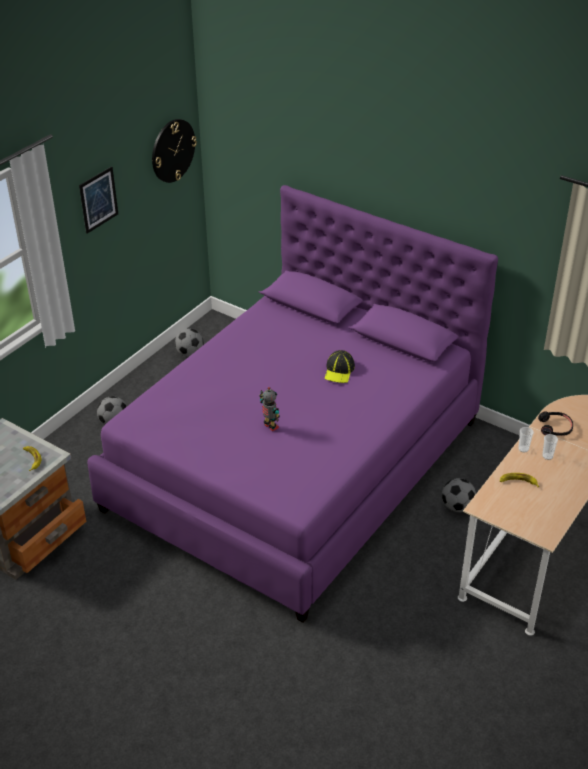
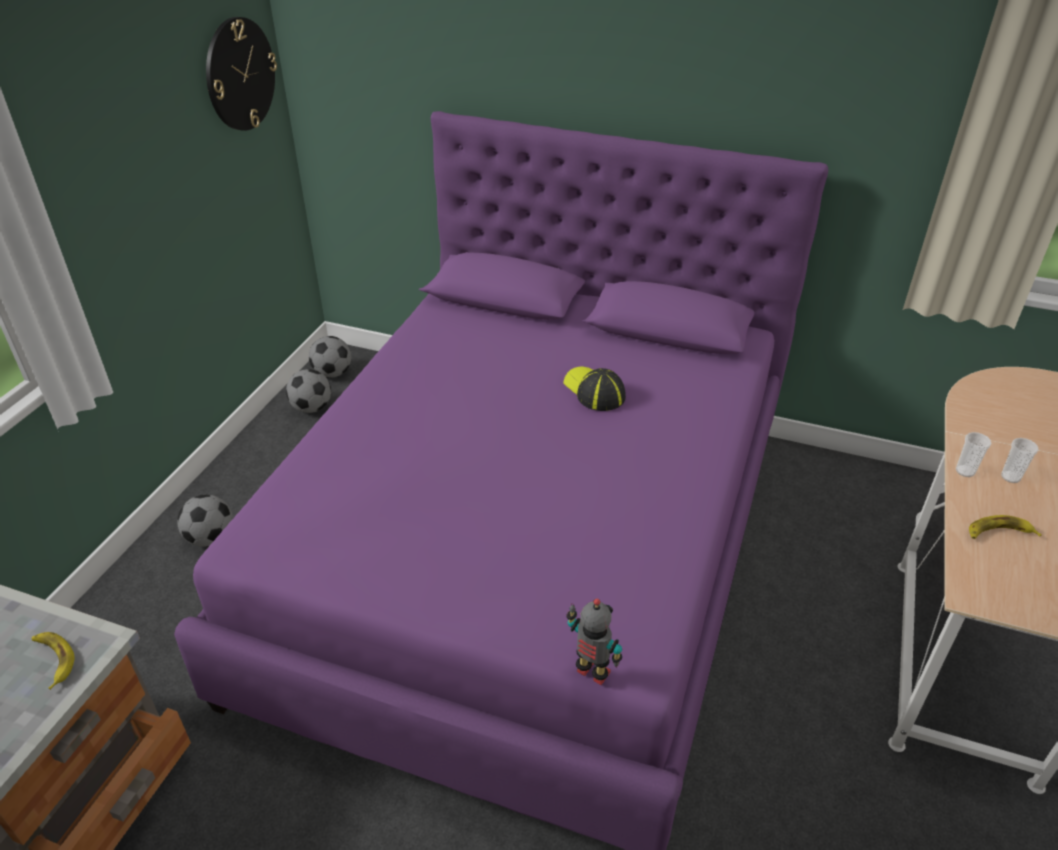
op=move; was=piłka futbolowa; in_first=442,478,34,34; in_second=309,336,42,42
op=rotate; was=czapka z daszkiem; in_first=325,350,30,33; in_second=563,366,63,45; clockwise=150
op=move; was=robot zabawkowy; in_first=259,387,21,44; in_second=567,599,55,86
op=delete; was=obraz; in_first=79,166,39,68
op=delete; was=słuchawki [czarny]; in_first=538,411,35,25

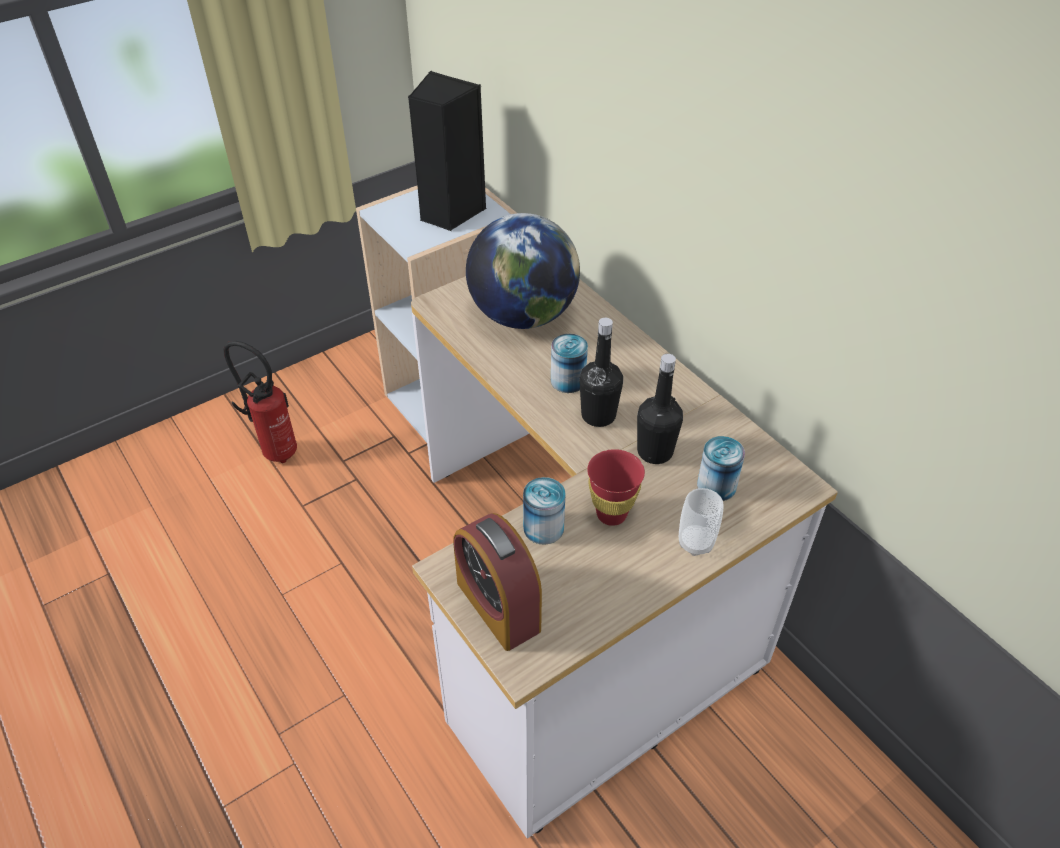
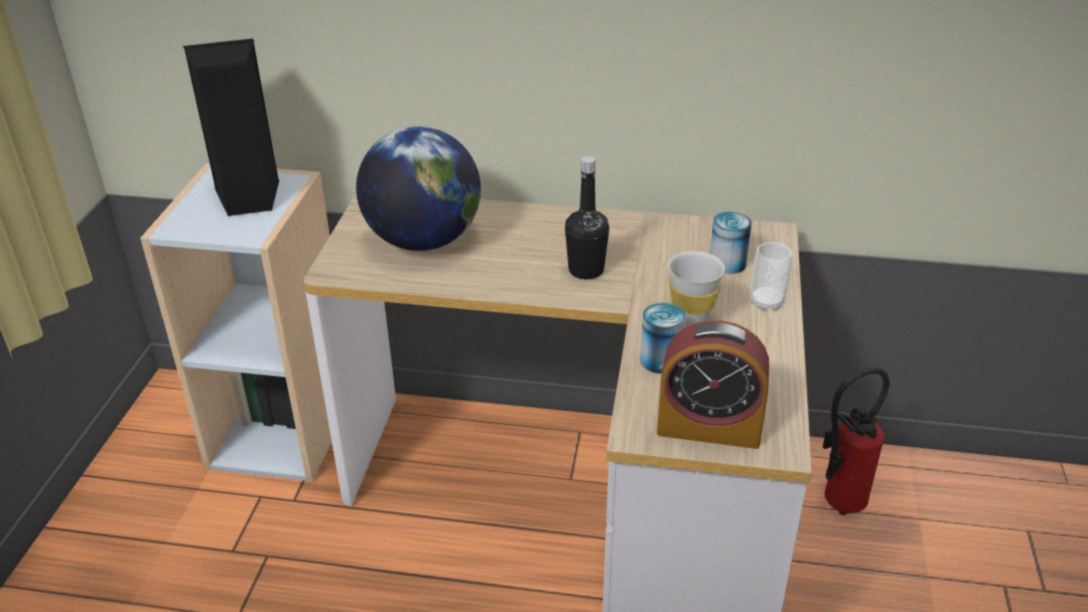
op=recolor; was=filiżanka [czerwony]; now=filiżanka [biały]; in_first=587,449,58,77; in_second=668,251,57,76
op=move; was=gaśnica; in_first=223,341,74,122; in_second=823,367,66,148
op=delete; was=puszka; in_first=551,334,37,59
op=delete; was=butelka [czarny]; in_first=637,354,46,110

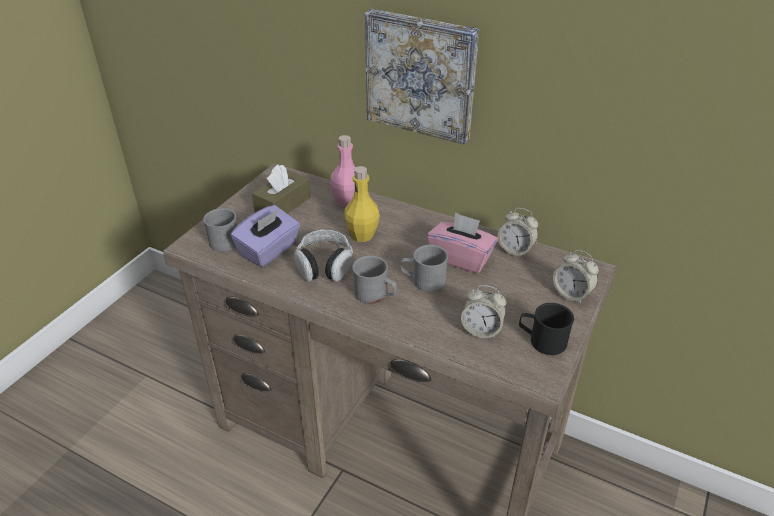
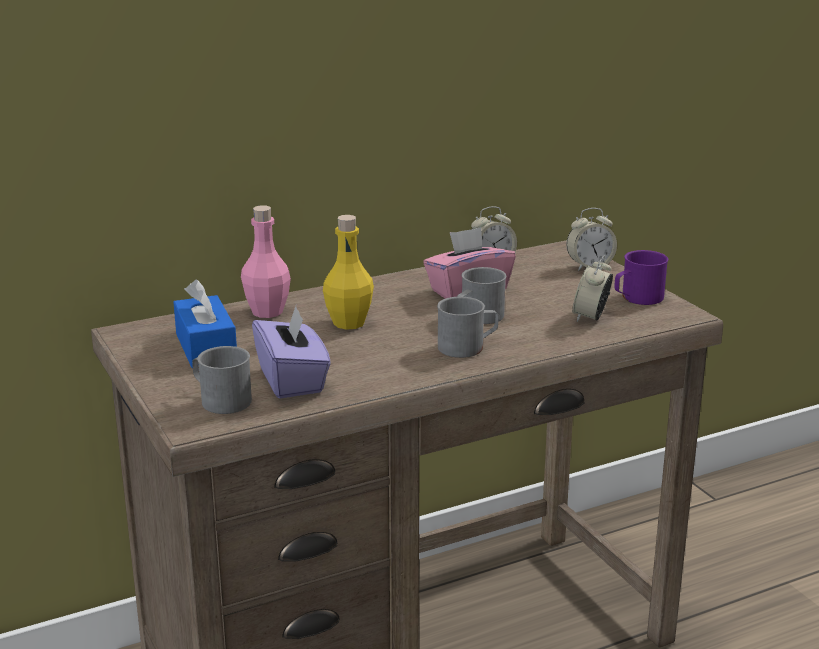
op=recolor; was=pudełko chusteczek [brązowy]; now=pudełko chusteczek [niebieski]; in_first=252,165,59,49; in_second=173,280,64,88
op=rotate; was=budzik; in_first=461,285,45,53; in_second=572,255,41,67; clockwise=150
op=recolor; was=kubek [czarny]; now=kubek [fioletowy]; in_first=519,303,55,52; in_second=614,250,54,55
op=delete; was=słuchawki; in_first=294,230,59,52
op=delete; was=obraz; in_first=365,9,114,136

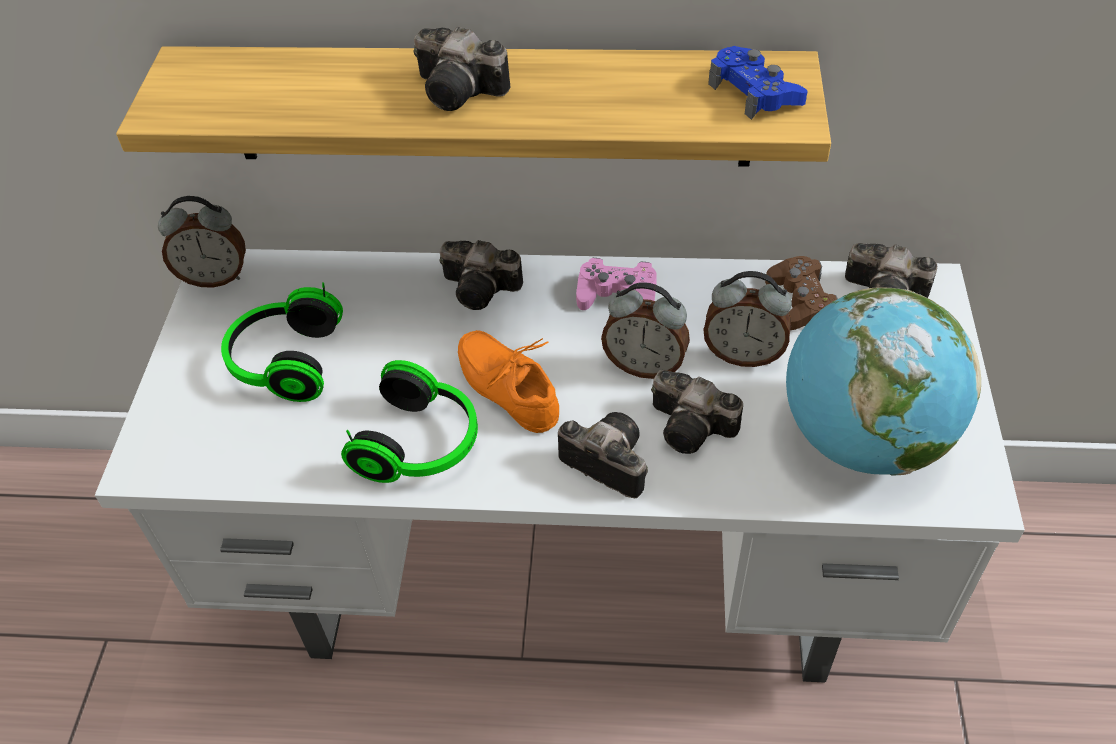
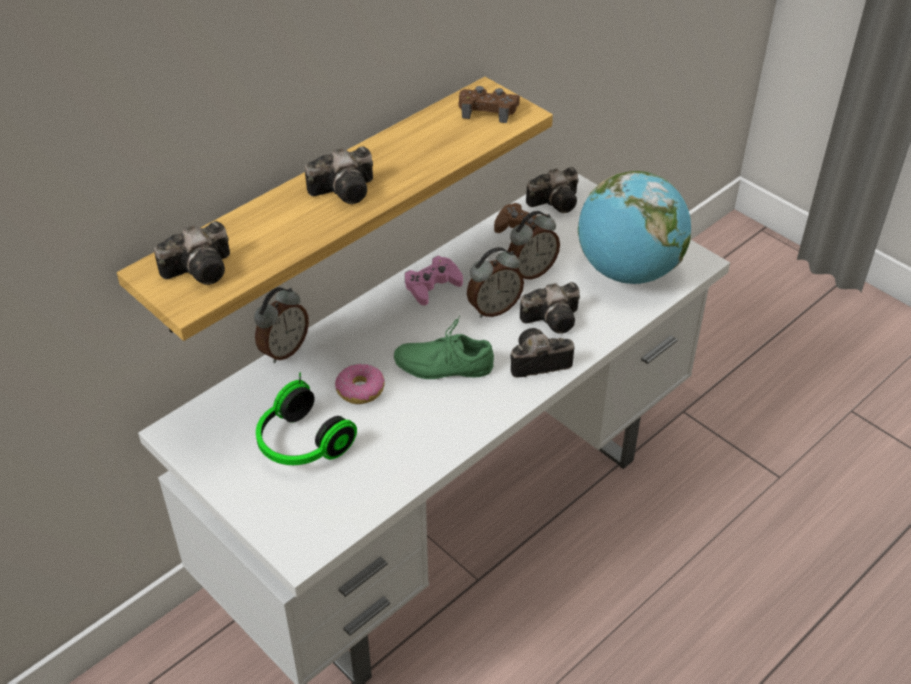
op=move; was=aparat fotograficzny; in_first=439,240,84,70; in_second=154,221,76,64
op=move; was=budzik; in_first=158,196,88,92; in_second=254,287,55,76
op=insert; now=donut; in_second=335,364,50,40
op=recolor; was=but [pomarańczowy]; now=but [zielony]; in_first=458,330,101,103; in_second=394,316,100,63
op=recolor; was=pad do gier [niebieski]; now=pad do gier [brązowy]; in_first=708,46,99,74; in_second=459,86,61,37
op=delete; was=słuchawki; in_first=341,360,137,123

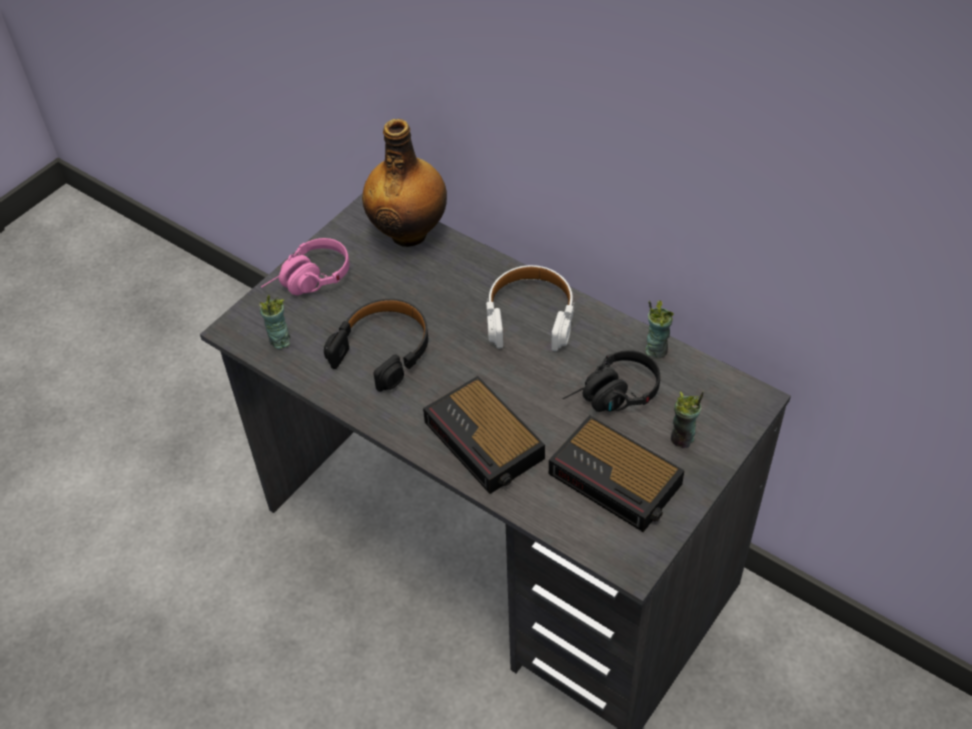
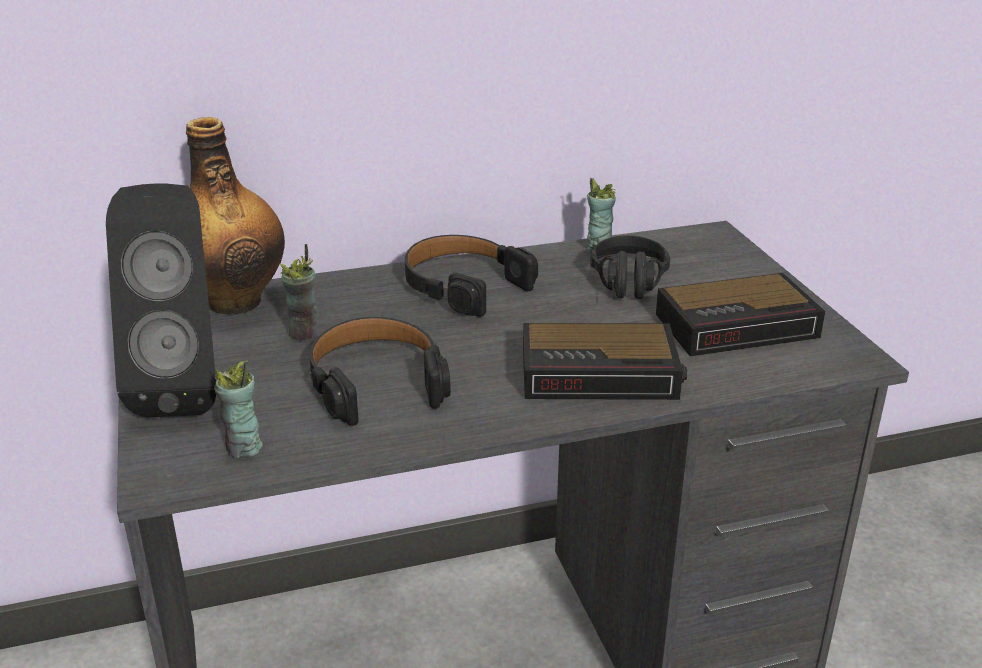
op=replace; was=słuchawki [różowy]; now=głośnik [czarny]; in_first=261,238,88,57; in_second=106,183,110,235
op=move; was=filiżanka; in_first=671,391,33,57; in_second=279,244,39,97
op=recolor; was=słuchawki [biały]; now=słuchawki [czarny]; in_first=486,265,88,86; in_second=405,235,133,82

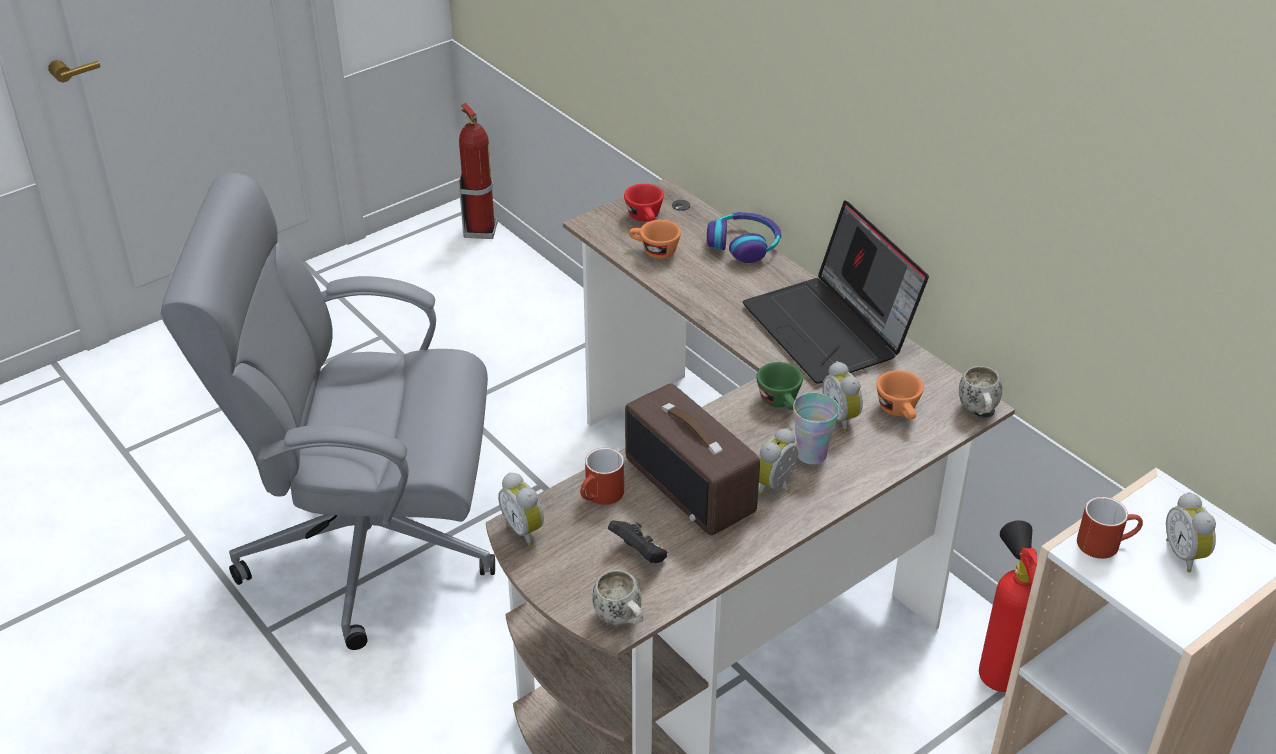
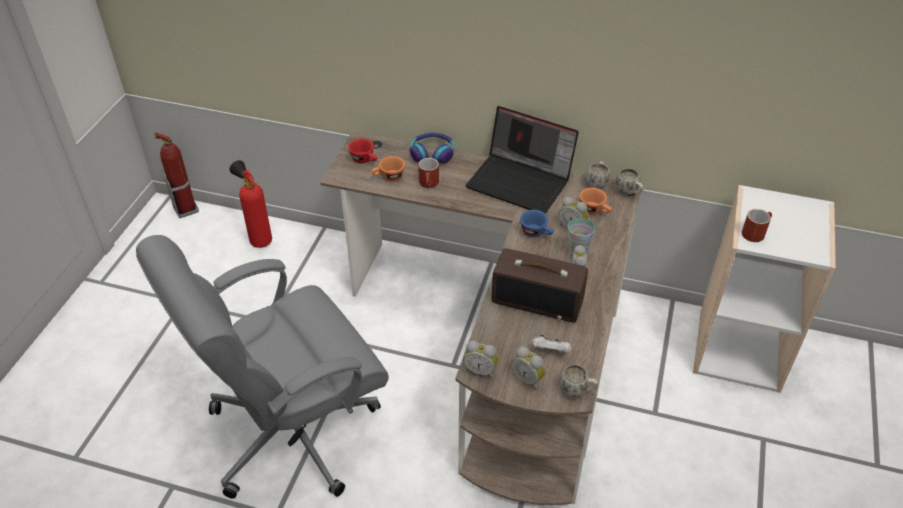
op=move; was=gaśnica; in_first=979,520,58,172; in_second=230,160,42,88
op=move; was=kubek [czerwony]; in_first=580,448,44,57; in_second=418,158,21,30
op=move; was=budzik; in_first=1166,492,50,81; in_second=512,346,34,44
op=recolor; was=filiżanka [zielony]; now=filiżanka [niebieski]; in_first=756,362,47,48; in_second=520,210,34,27
op=recolor; was=pad do gier [czarny]; now=pad do gier [biały]; in_first=608,520,59,43; in_second=532,335,39,18
op=insert; now=kubek [biały]; in_second=585,161,25,28

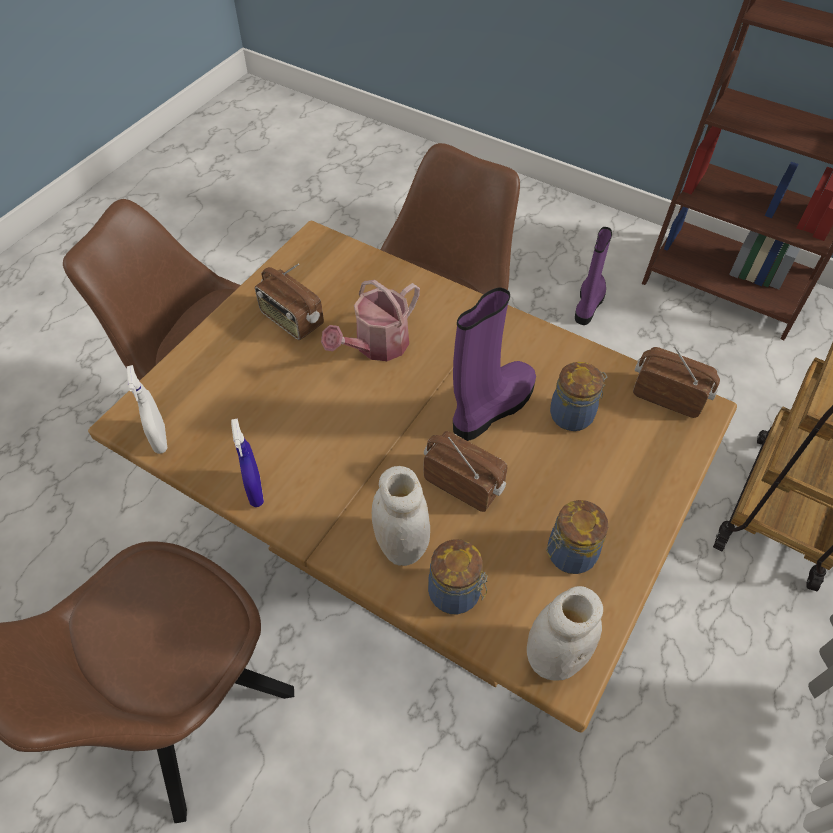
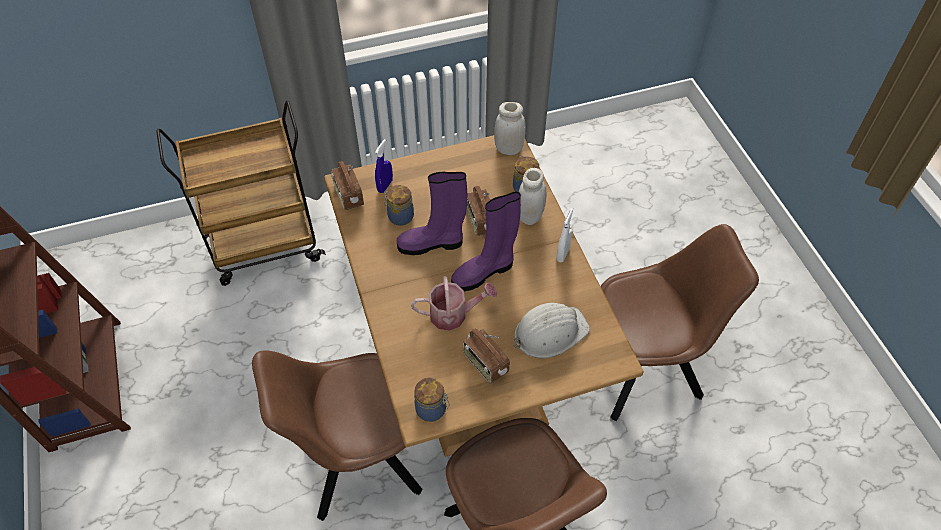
op=move; was=spryskiwacz [niebieski]; in_first=231,418,33,89; in_second=375,139,18,54
op=move; was=słoik; in_first=546,500,62,74; in_second=414,377,35,45
op=move; was=but z cholewką [fioletowy]; in_first=575,227,37,98; in_second=451,191,70,100
op=rotate; was=radio; in_first=255,263,69,77; in_second=463,329,47,55; clockwise=150
op=insert; now=kask [biały]; in_second=513,303,77,55
op=move; was=spryskiwacz [biały]; in_first=127,365,40,89; in_second=556,208,17,54

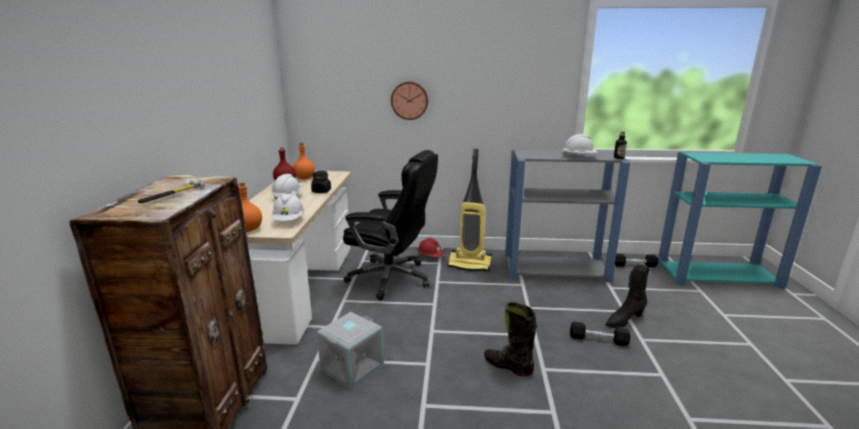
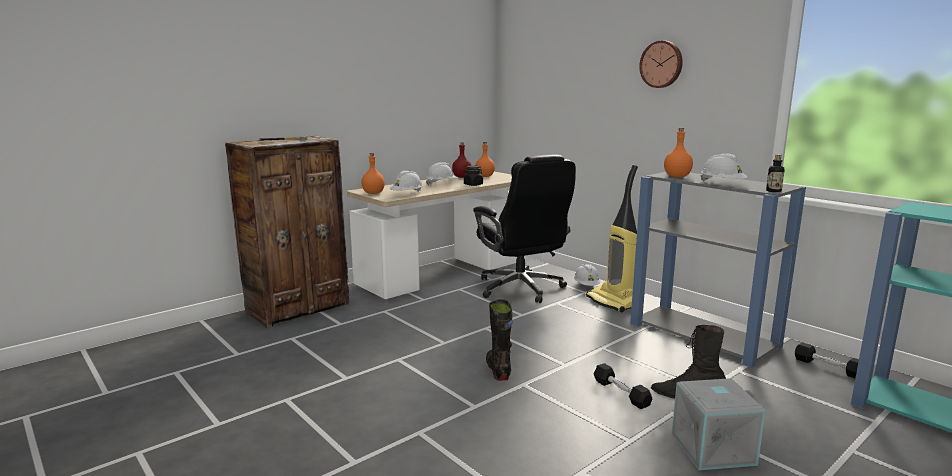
op=recolor; was=kask [czerwony]; now=kask [biały]; in_first=418,238,27,19; in_second=574,264,26,22
op=move; was=zegar ścienny; in_first=391,82,37,38; in_second=639,41,44,47
op=insert; now=butelka [pomarańczowy]; in_second=664,128,29,49
op=move; was=pojemnik do przechowywania [szary]; in_first=317,312,67,77; in_second=672,378,94,92

